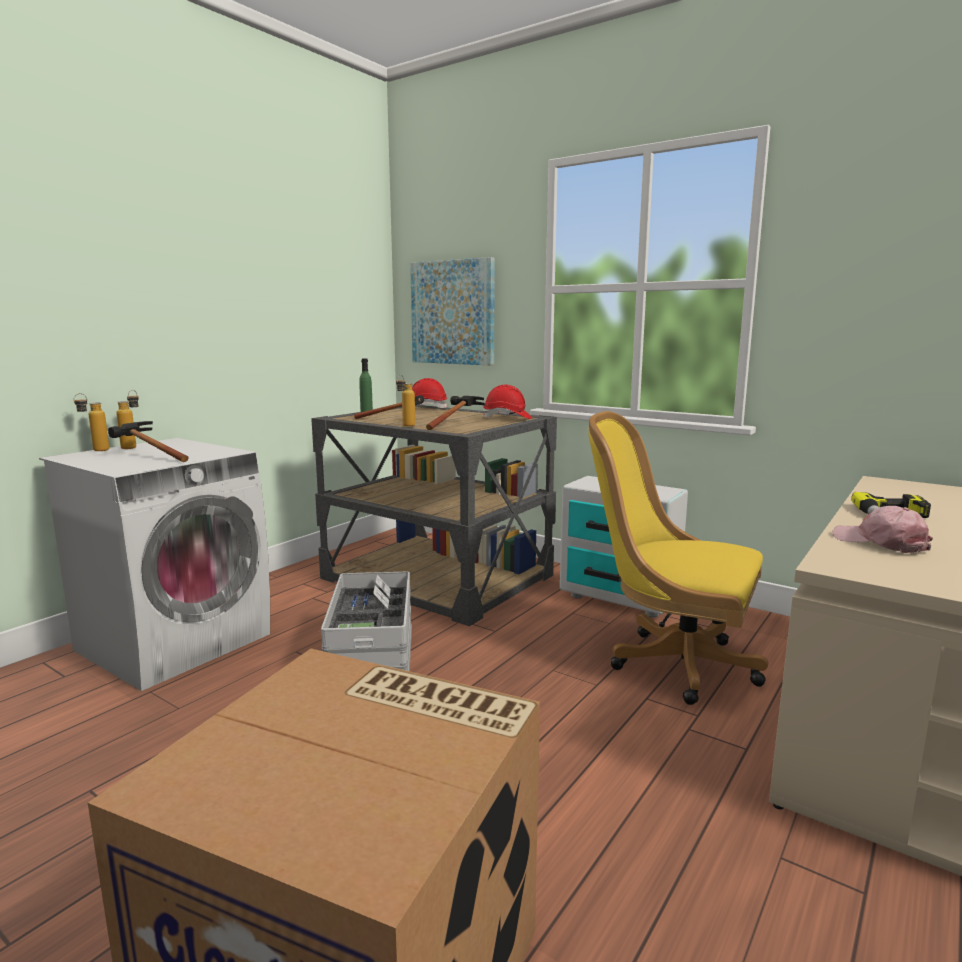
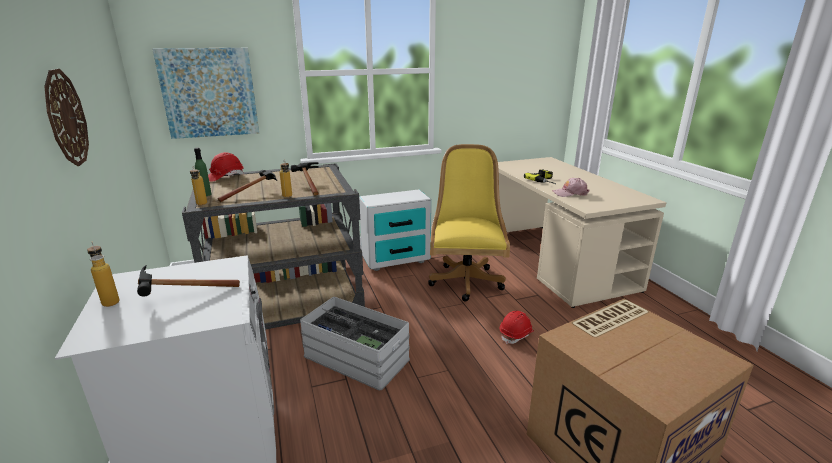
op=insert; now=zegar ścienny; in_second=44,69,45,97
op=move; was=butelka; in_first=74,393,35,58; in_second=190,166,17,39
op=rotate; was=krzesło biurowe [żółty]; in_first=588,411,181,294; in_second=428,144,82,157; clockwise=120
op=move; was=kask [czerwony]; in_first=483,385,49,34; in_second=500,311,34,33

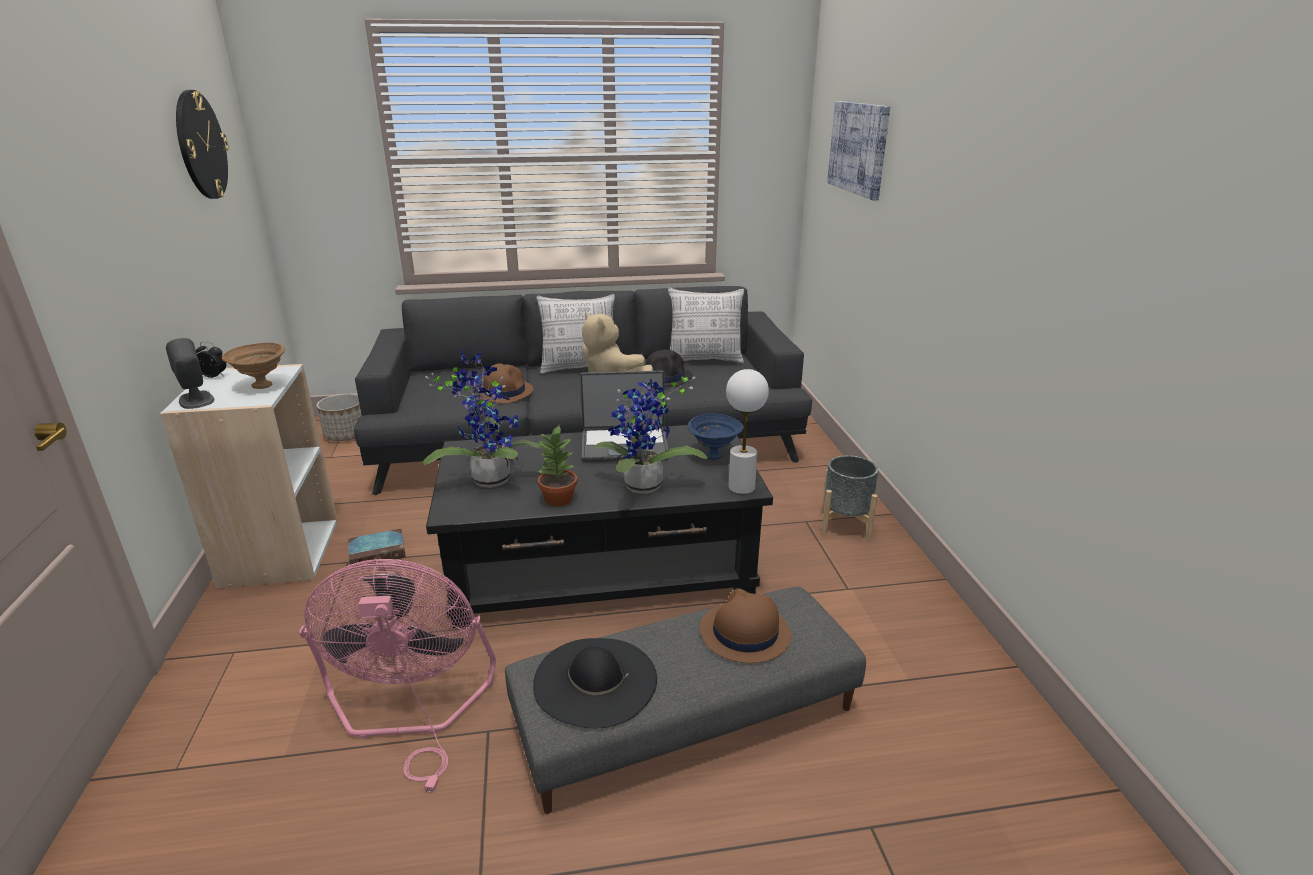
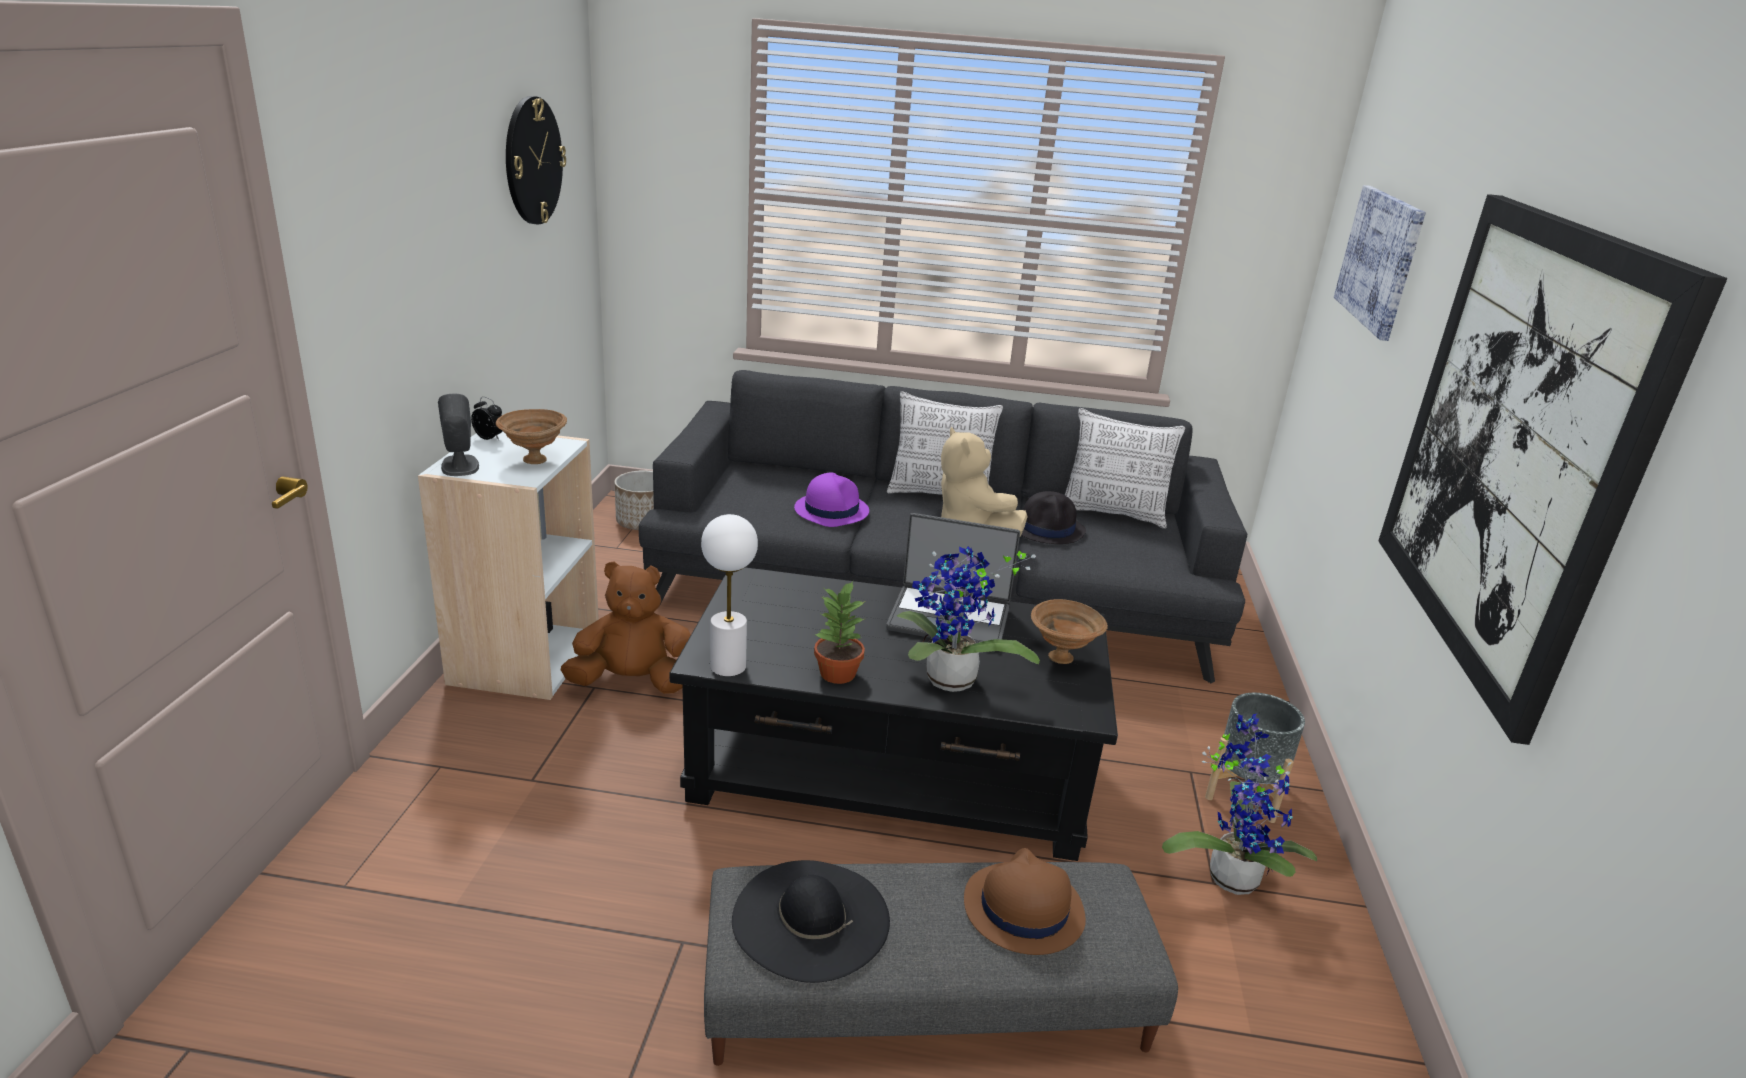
op=replace; was=książka; now=pluszak [brązowy]; in_first=348,528,58,39; in_second=561,561,130,133
op=move; was=lampa stołowa [biały]; in_first=726,369,43,125; in_second=701,514,57,163
op=recolor; was=kapelusz [brązowy]; now=kapelusz [fioletowy]; in_first=475,363,58,41; in_second=794,473,75,54
op=recolor; was=miska [niebieski]; now=miska [brązowy]; in_first=688,413,56,47; in_second=1031,599,77,65
op=move; was=roślina doniczkowa; in_first=423,350,119,138; in_second=1162,714,155,181
op=insert; now=obraz; in_second=1378,194,349,551
op=delete; was=wentylator [różowy]; in_first=299,559,197,234

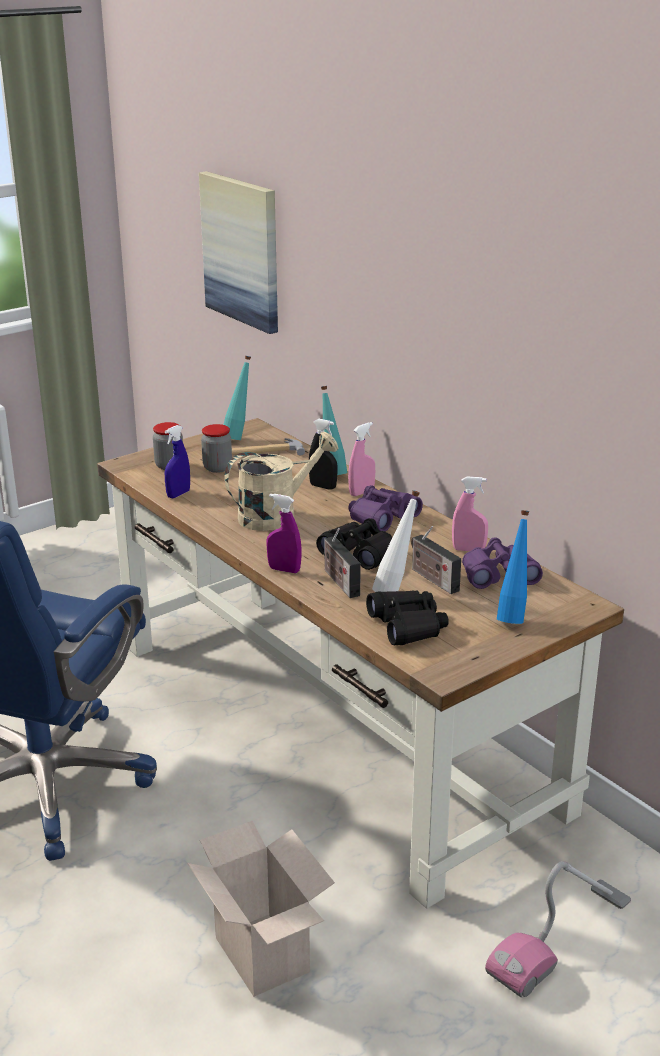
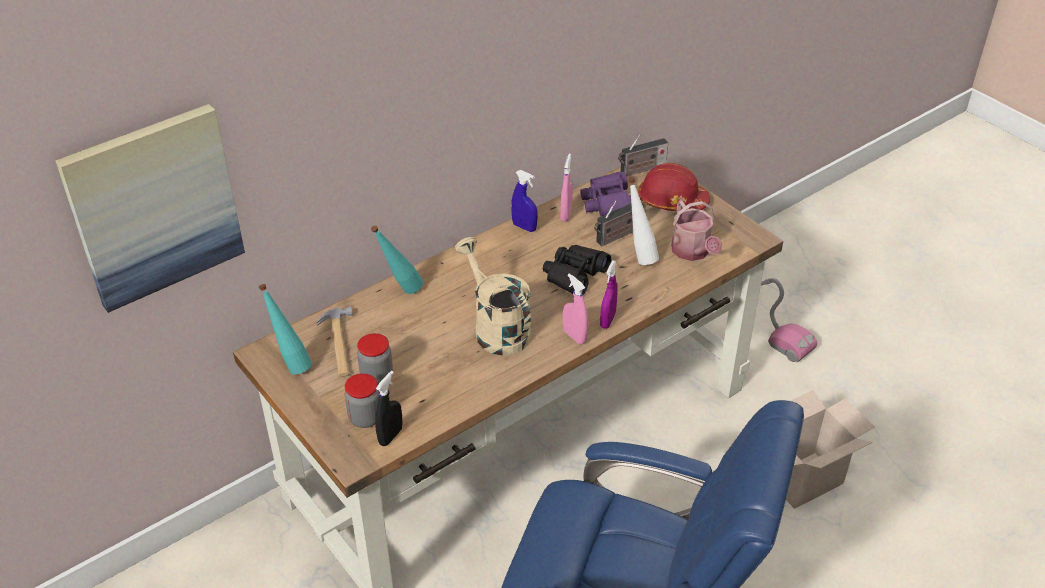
op=move; was=spryskiwacz [czarny]; in_first=309,418,29,71; in_second=375,371,27,75
op=move; was=spryskiwacz [niebieski]; in_first=165,425,25,73; in_second=511,170,27,62
op=move; was=spryskiwacz [różowy]; in_first=348,422,27,74; in_second=563,274,25,70
op=move; was=radio; in_first=325,528,36,70; in_second=618,134,50,42
op=replace; was=butelka [niebieski]; now=kask [czerwony]; in_first=497,510,32,114; in_second=638,163,72,48
op=replace; was=lornetka [czarny]; now=konewka; in_first=366,590,83,55; in_second=671,201,51,60
op=delete; was=lornetka [fioletowy]; in_first=348,485,75,46

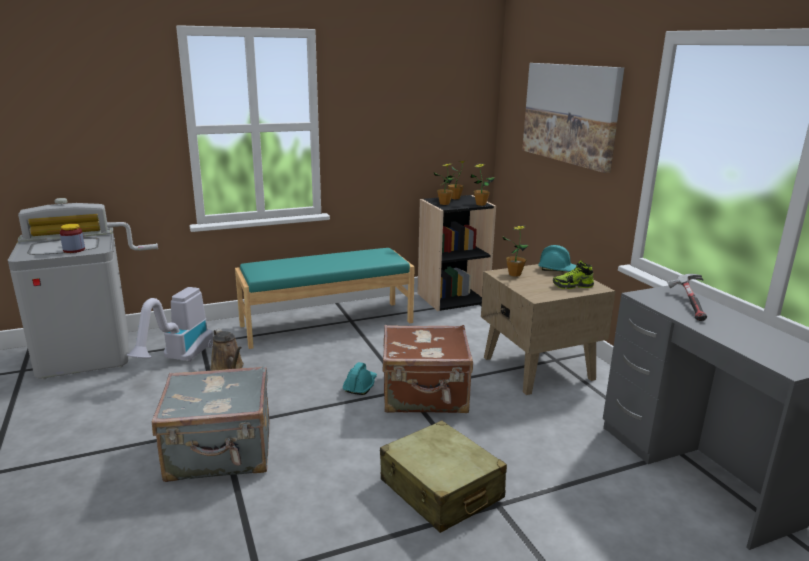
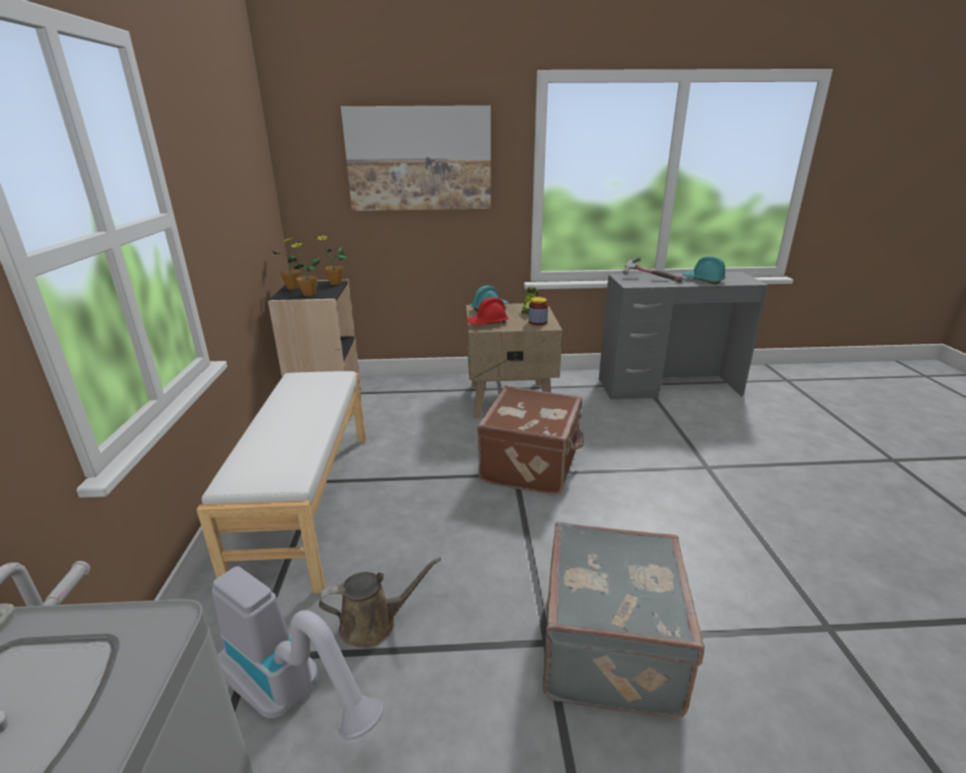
op=recolor; was=ławka [turkusowy]; now=ławka [biały]; in_first=235,248,180,101; in_second=196,371,170,223
op=replace; was=roślina doniczkowa; now=kask [czerwony]; in_first=502,225,27,52; in_second=466,297,43,28
op=move; was=słoik; in_first=60,224,25,29; in_second=529,297,19,28
op=move; was=kask [turkusowy]; in_first=343,362,34,33; in_second=682,256,44,28
op=delete; was=walizka [beżowy]; in_first=380,420,127,113

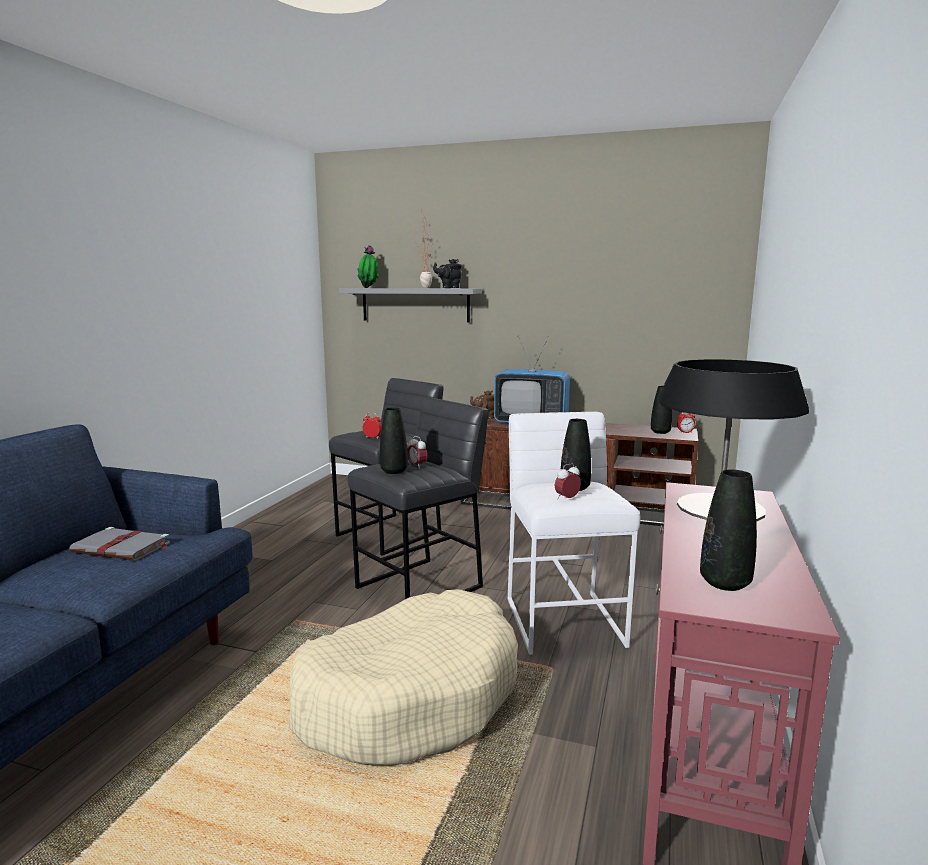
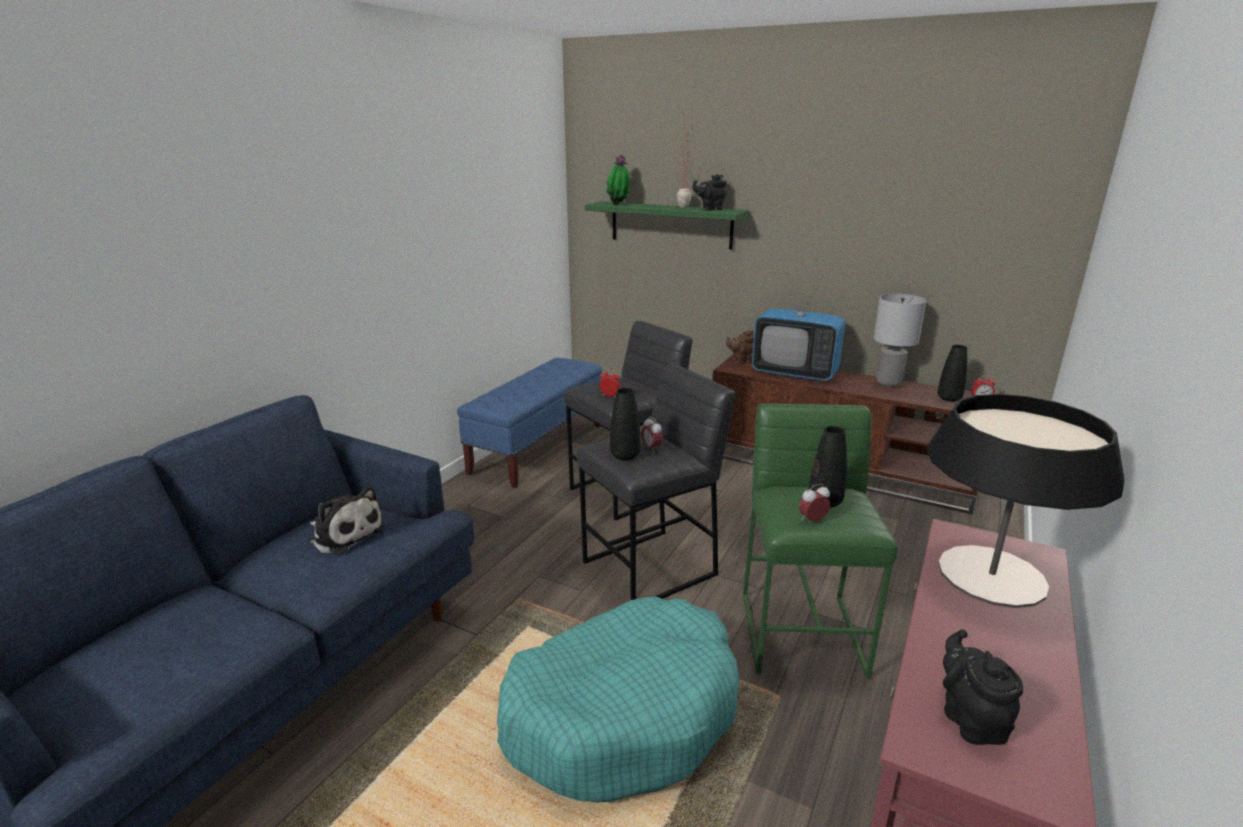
op=replace; was=książka [szary]; now=pluszak; in_first=69,527,101,34; in_second=308,485,77,70
op=insert; now=ławka [niebieski]; in_second=457,358,145,130
op=recolor; was=legowisko [beżowy]; now=legowisko [turkusowy]; in_first=288,589,230,177; in_second=497,596,243,206
op=recolor; was=półka [szary]; now=półka [zielony]; in_first=339,288,143,35; in_second=585,201,164,48
op=recolor; was=stołek [biały]; now=stołek [zielony]; in_first=508,412,132,243; in_second=743,404,155,275
op=insert; now=lampa stołowa [szary]; in_second=874,294,52,93
op=replace; was=wazon [czarny]; now=imbryk [czarny]; in_first=700,469,57,122; in_second=943,629,80,116

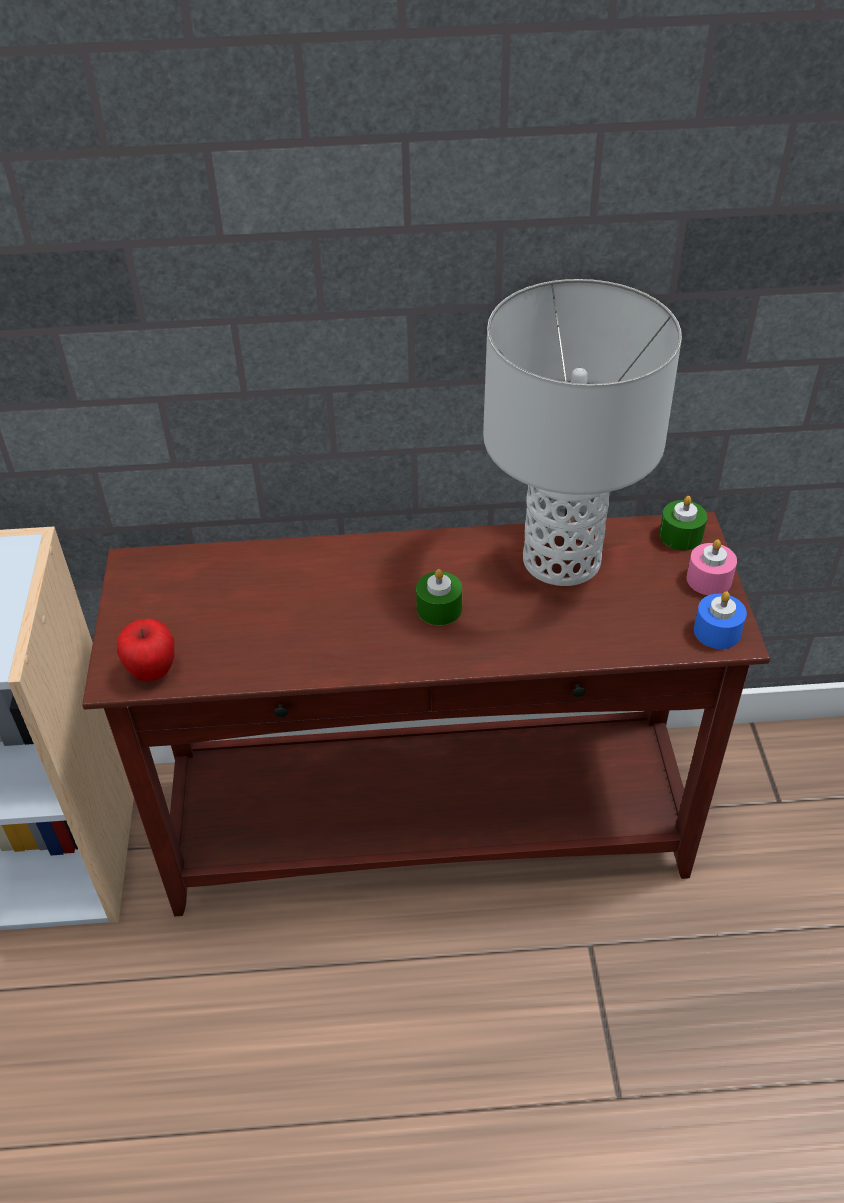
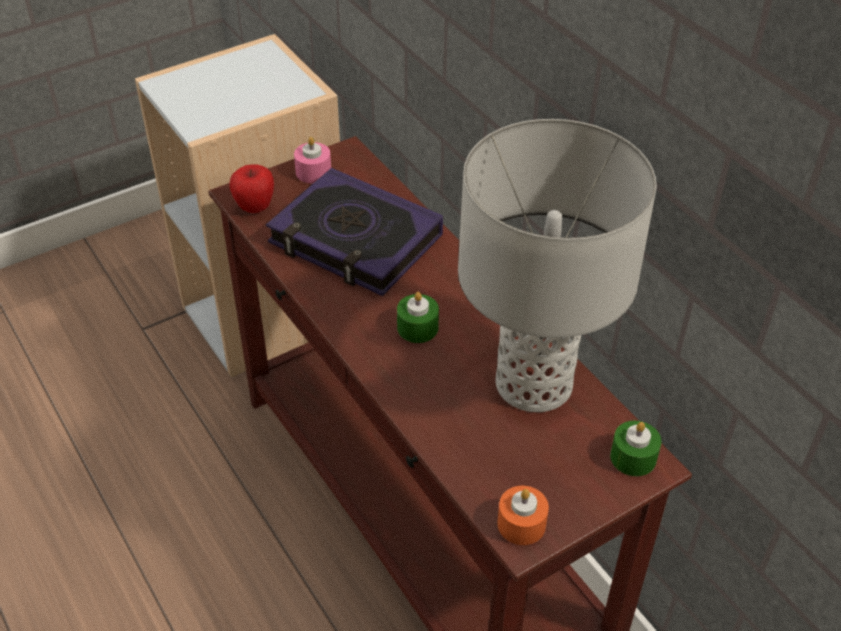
op=insert; now=książka; in_second=266,168,177,128
op=move; was=świeca [różowy]; in_first=687,539,50,56; in_second=294,137,37,47
op=recolor; was=świeca [niebieski]; now=świeca [pomarańczowy]; in_first=694,591,53,58; in_second=497,486,52,59

